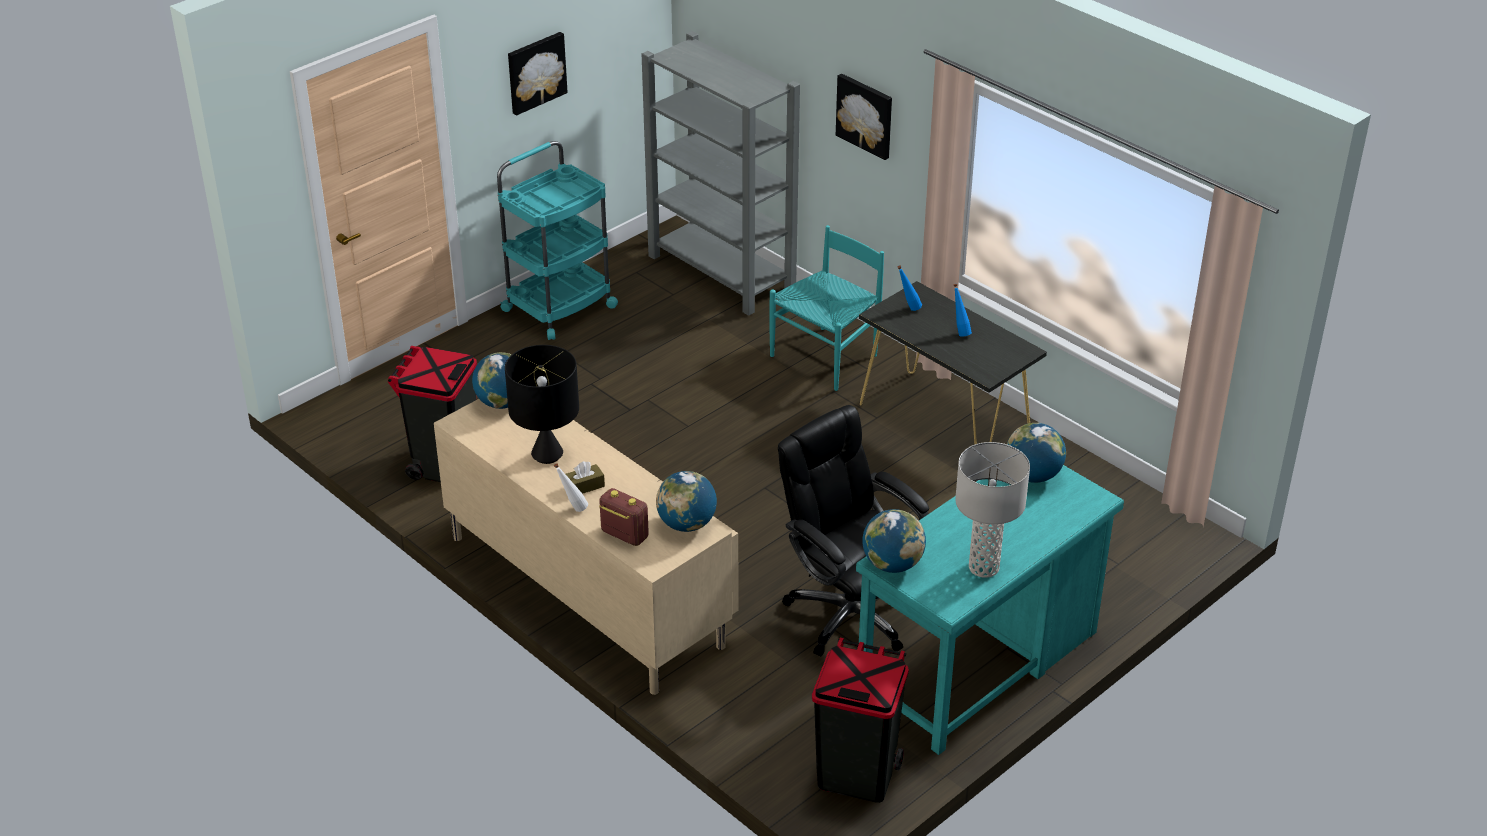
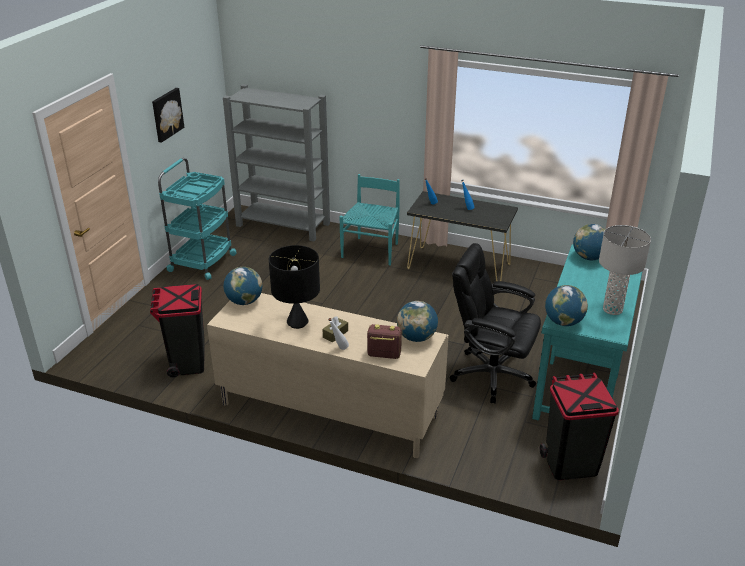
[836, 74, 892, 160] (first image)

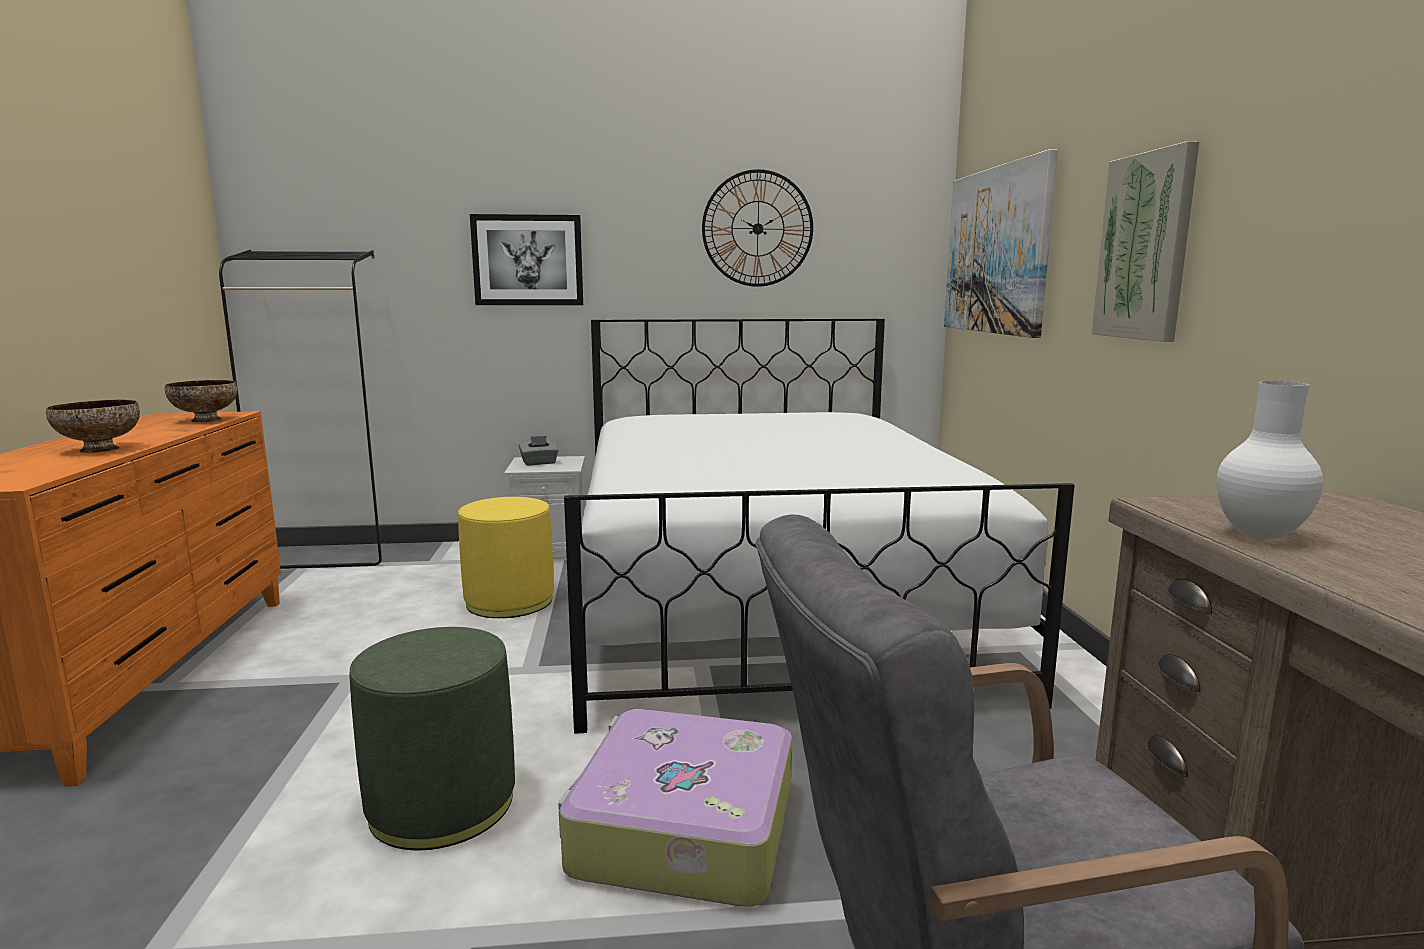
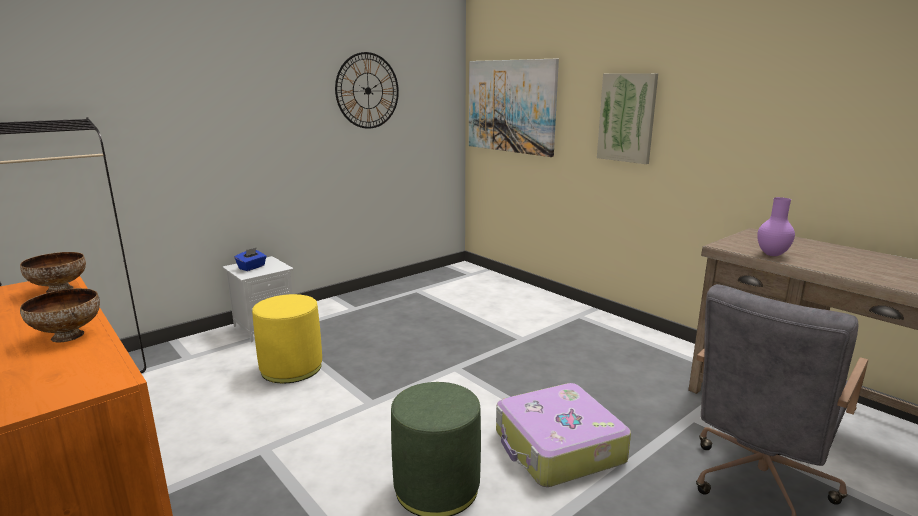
[470, 214, 583, 305] (first image)
[564, 319, 1075, 734] (first image)
[235, 247, 267, 271]
[757, 197, 795, 256]

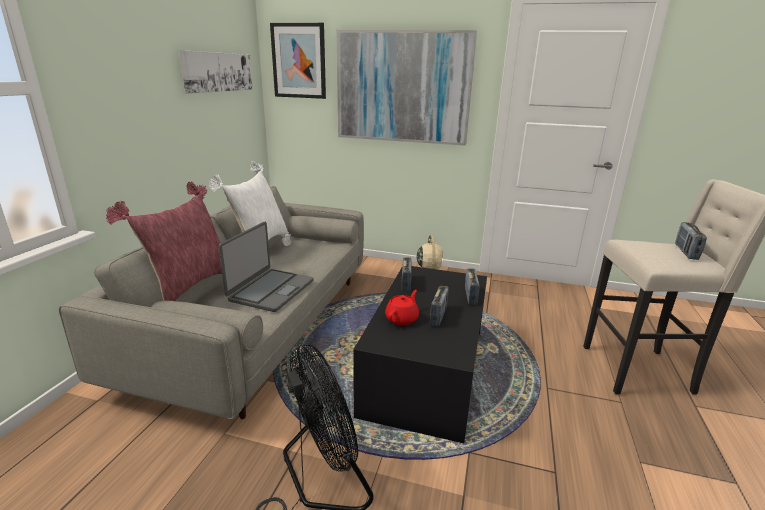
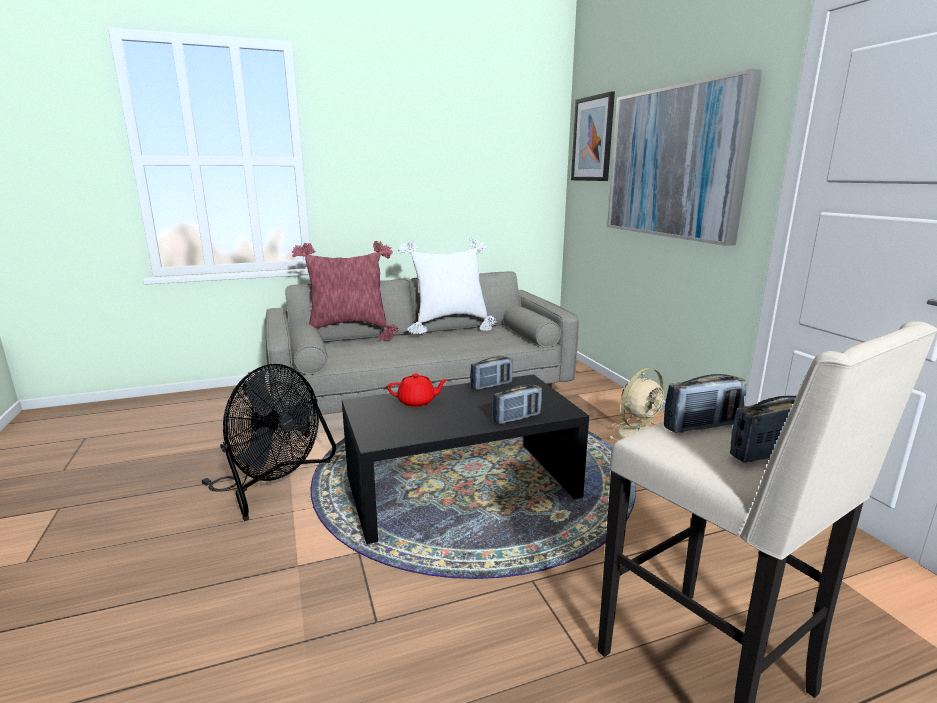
[179, 50, 252, 94] (first image)
[219, 222, 314, 312] (first image)
[664, 374, 747, 433]

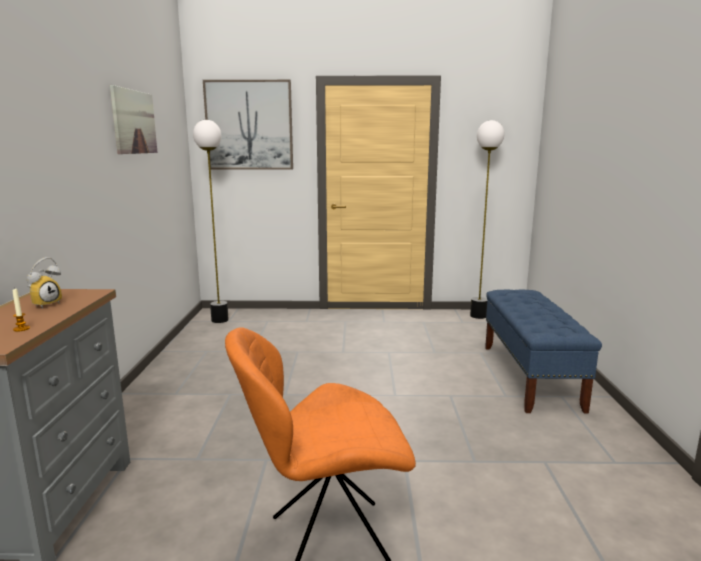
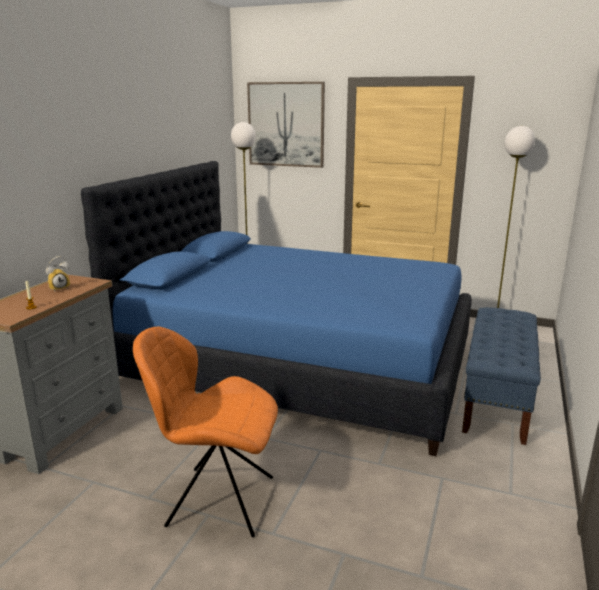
[110, 85, 158, 154] (first image)
[81, 161, 472, 456]

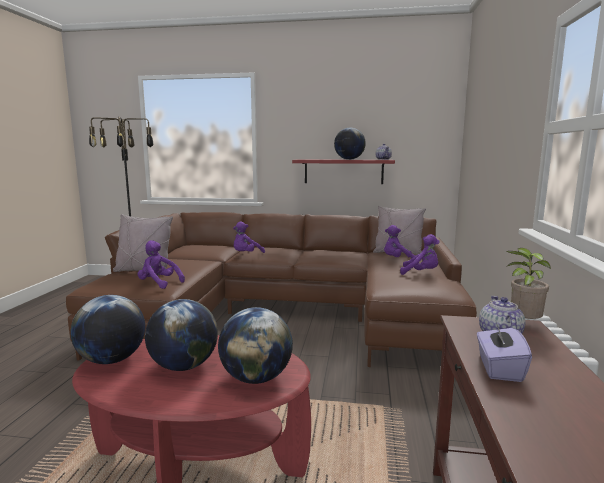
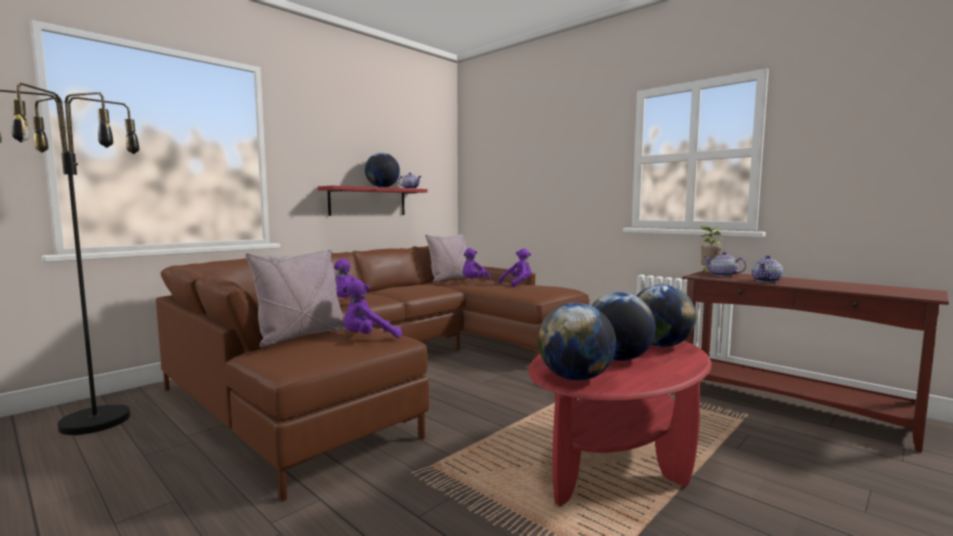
[752, 255, 783, 283]

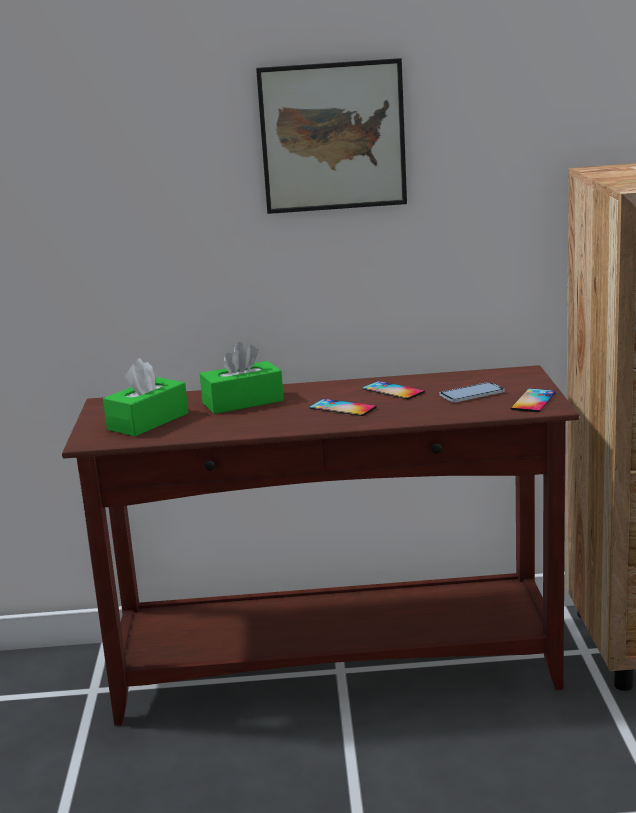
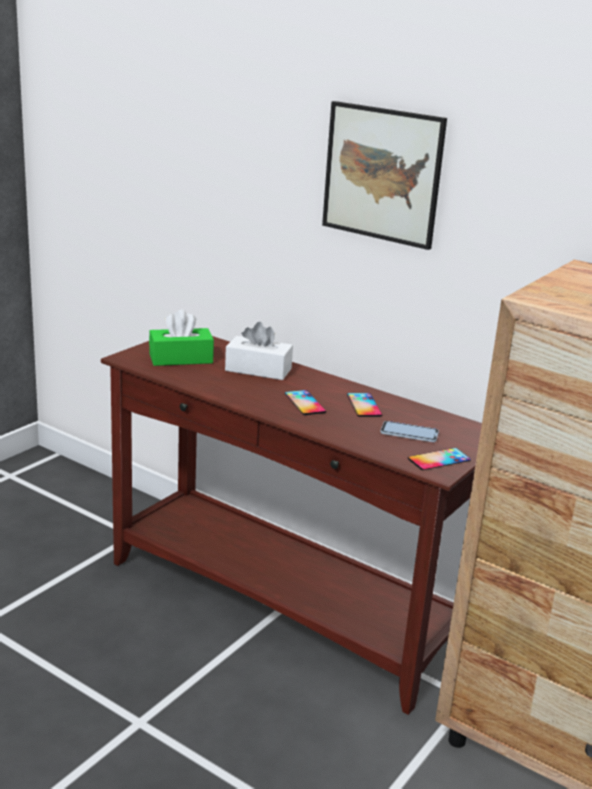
[225, 322, 293, 380]

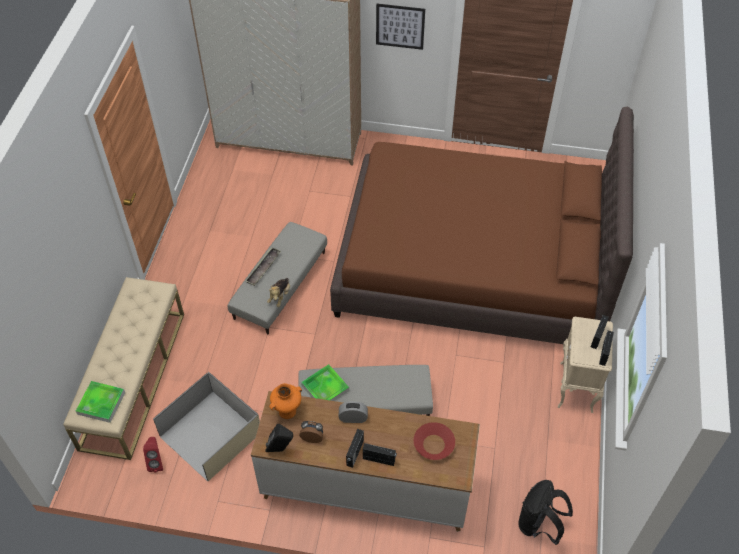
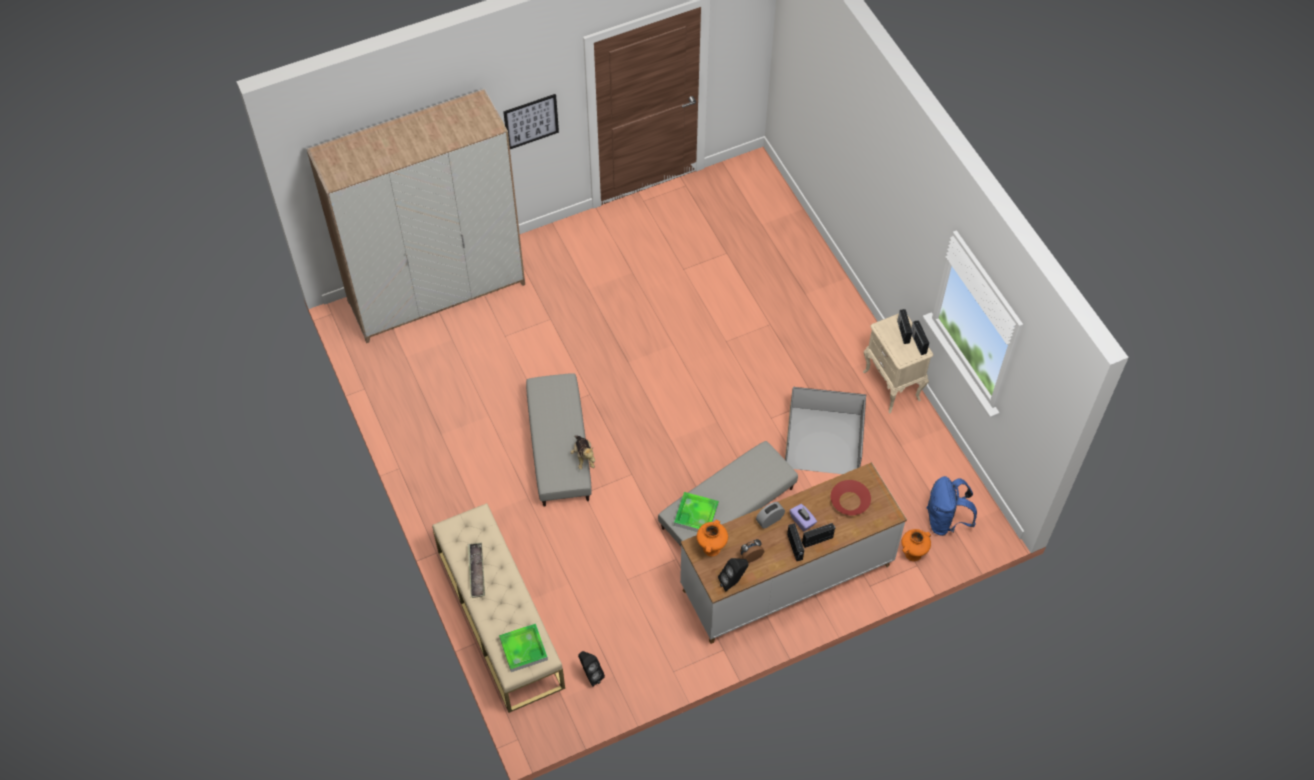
[330, 107, 634, 344] (first image)
[790, 504, 817, 532]
[902, 529, 931, 561]
[785, 387, 866, 474]
[468, 542, 485, 598]
[578, 651, 605, 687]
[927, 476, 977, 536]

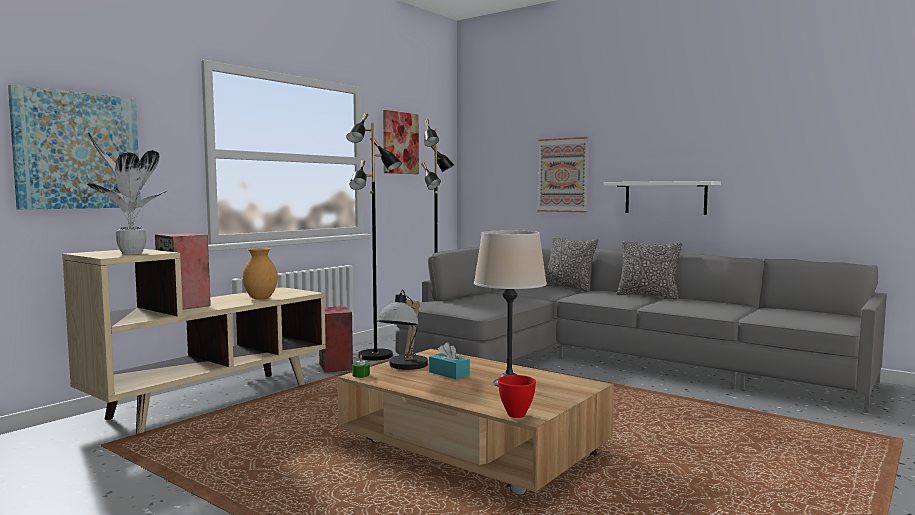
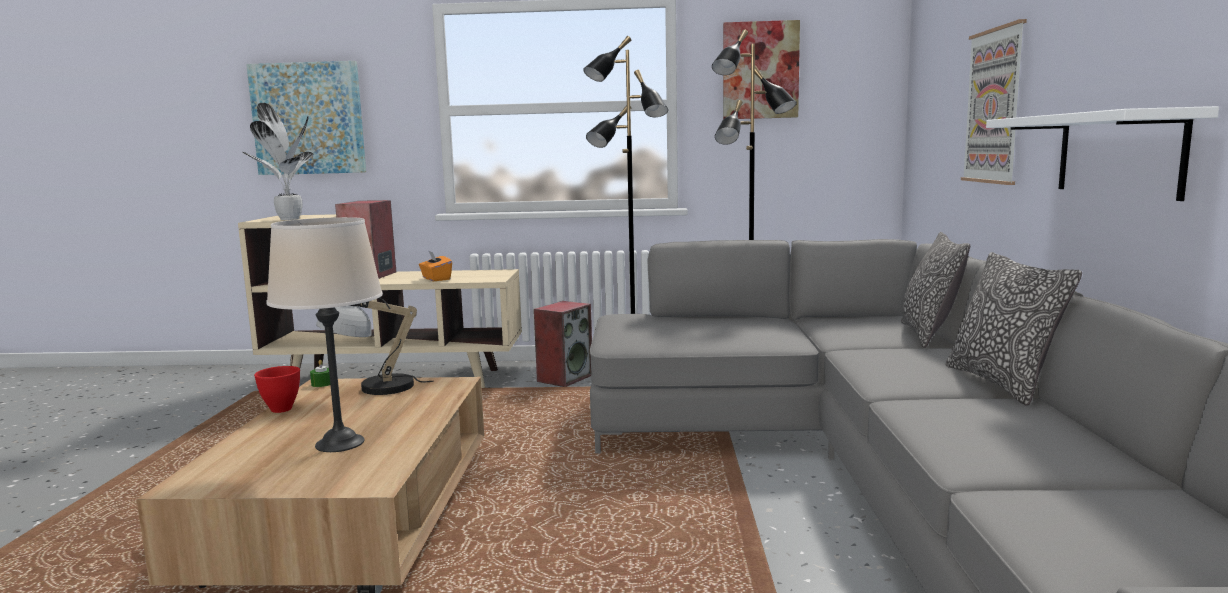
[429, 342, 470, 379] (first image)
[254, 366, 300, 413]
[419, 250, 452, 281]

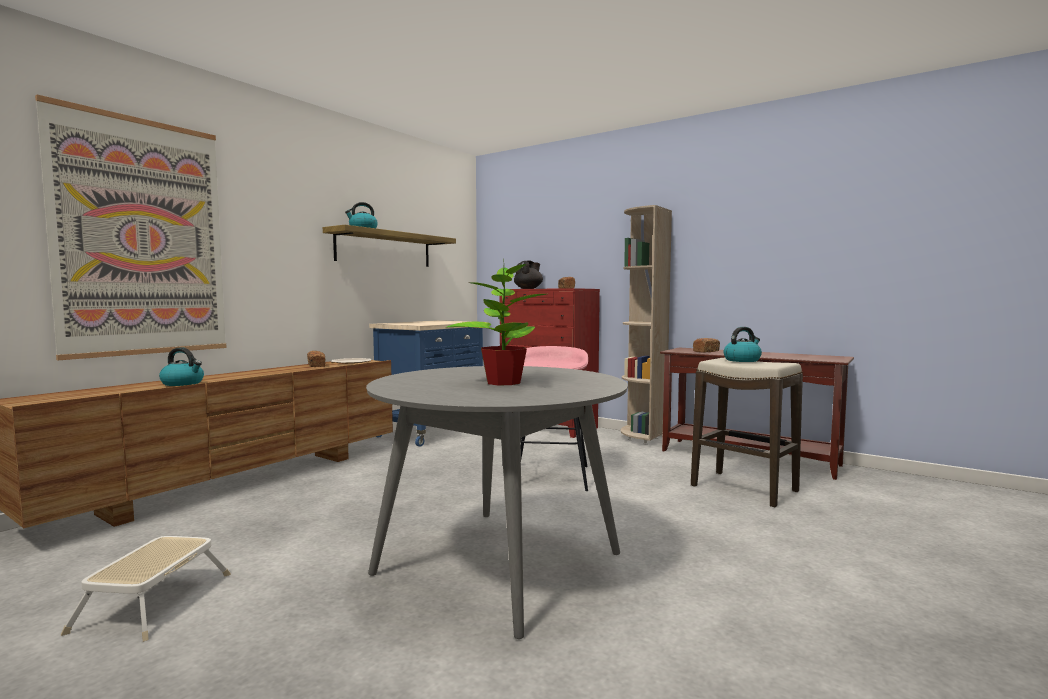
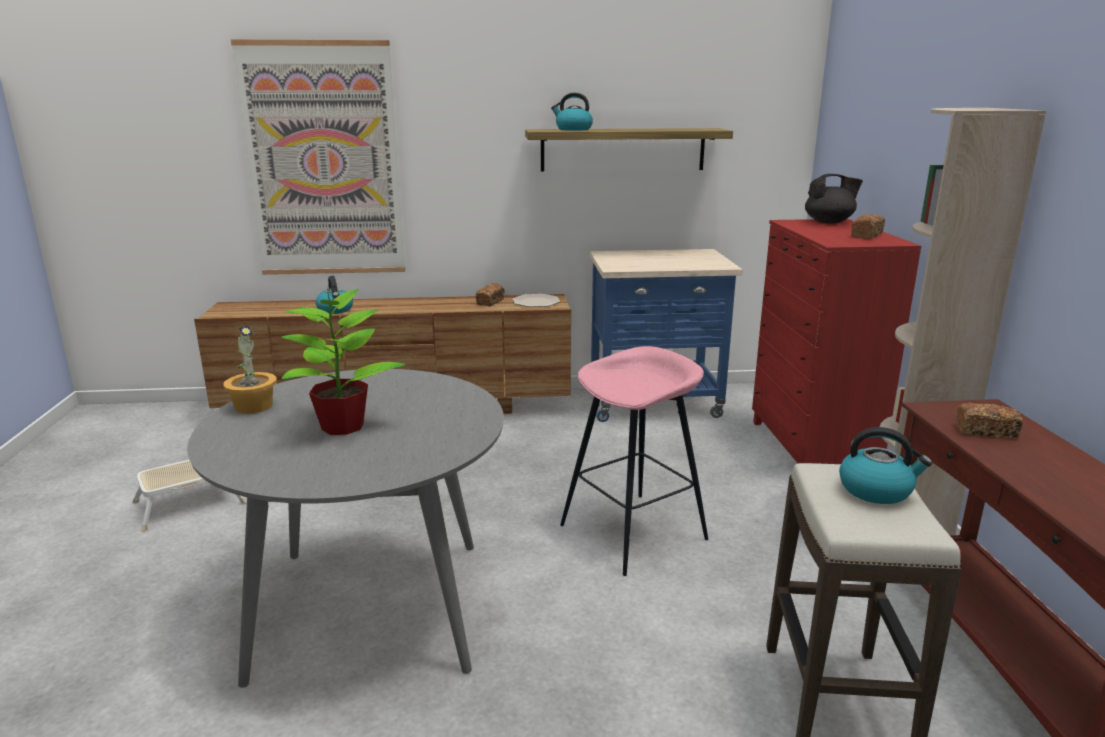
[223, 326, 277, 414]

